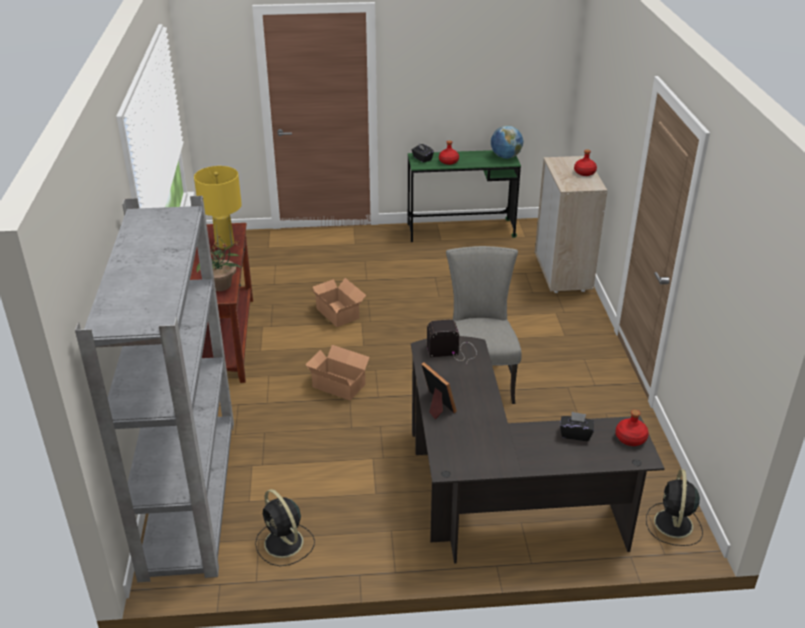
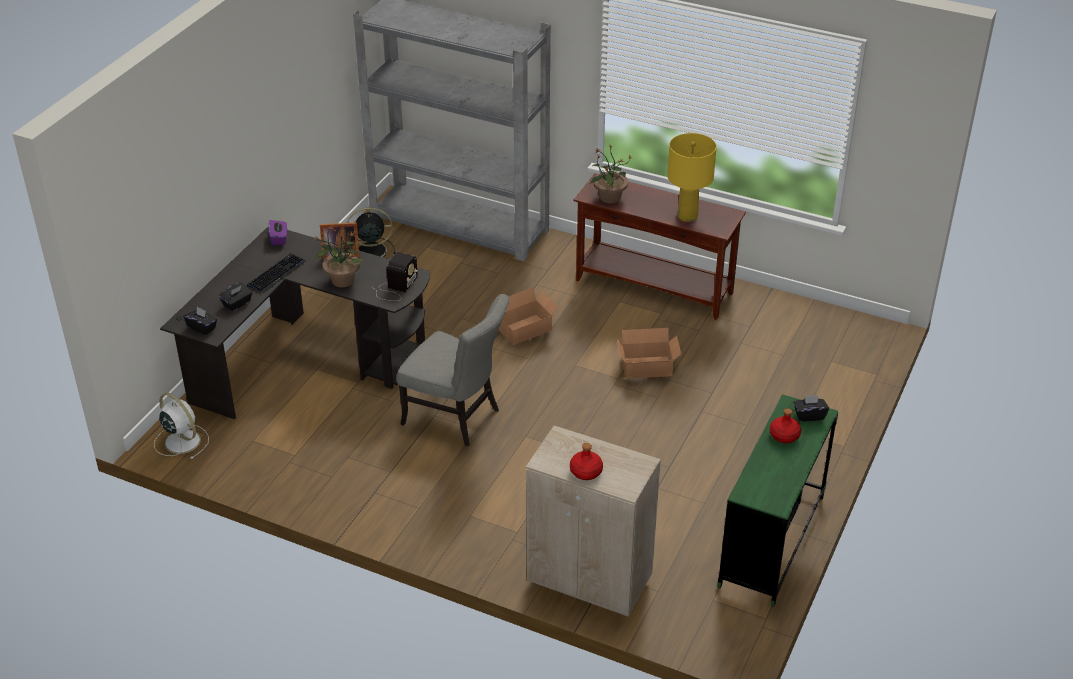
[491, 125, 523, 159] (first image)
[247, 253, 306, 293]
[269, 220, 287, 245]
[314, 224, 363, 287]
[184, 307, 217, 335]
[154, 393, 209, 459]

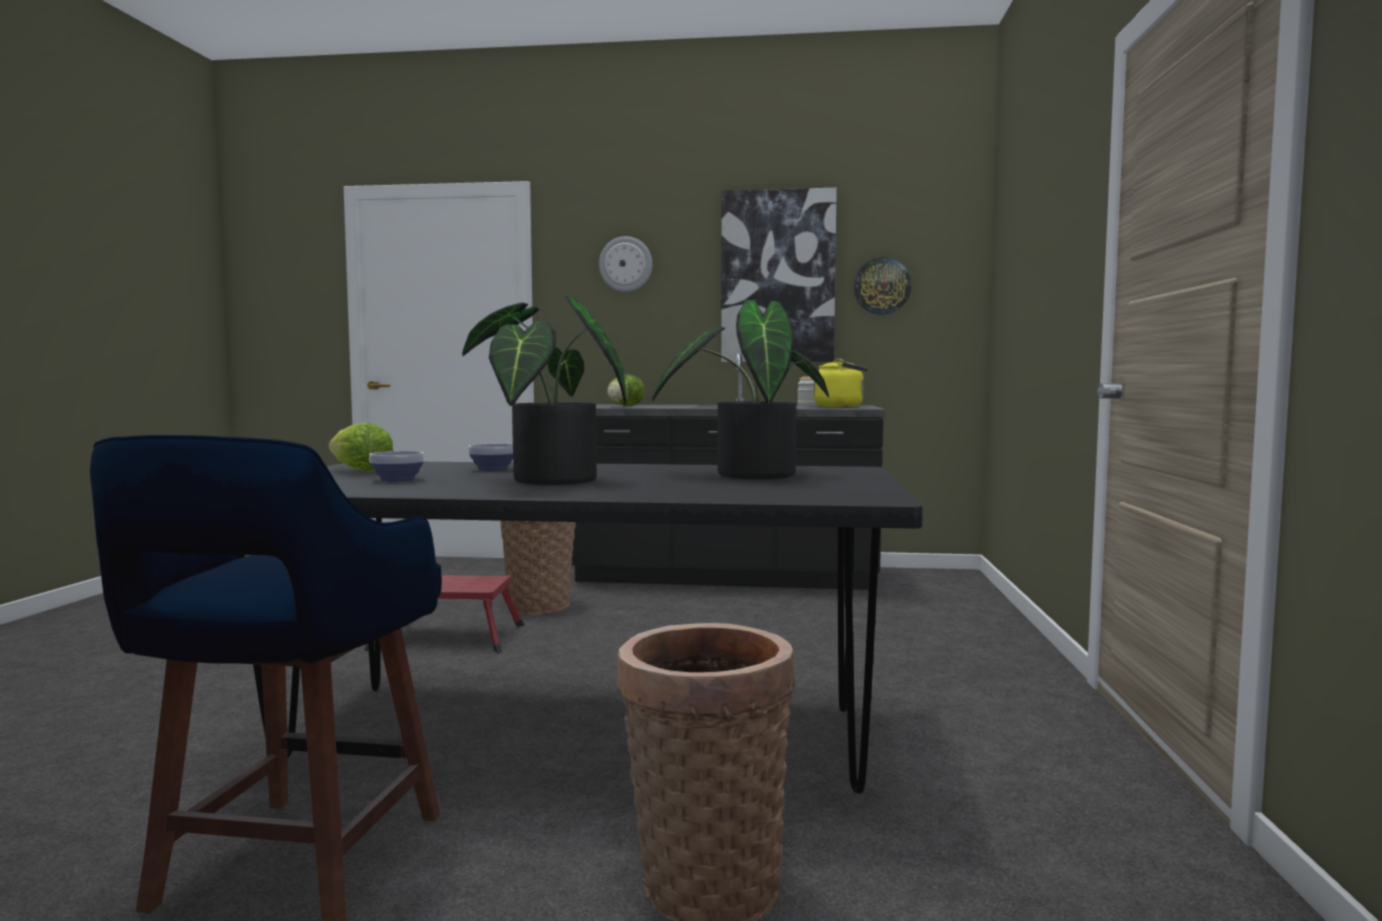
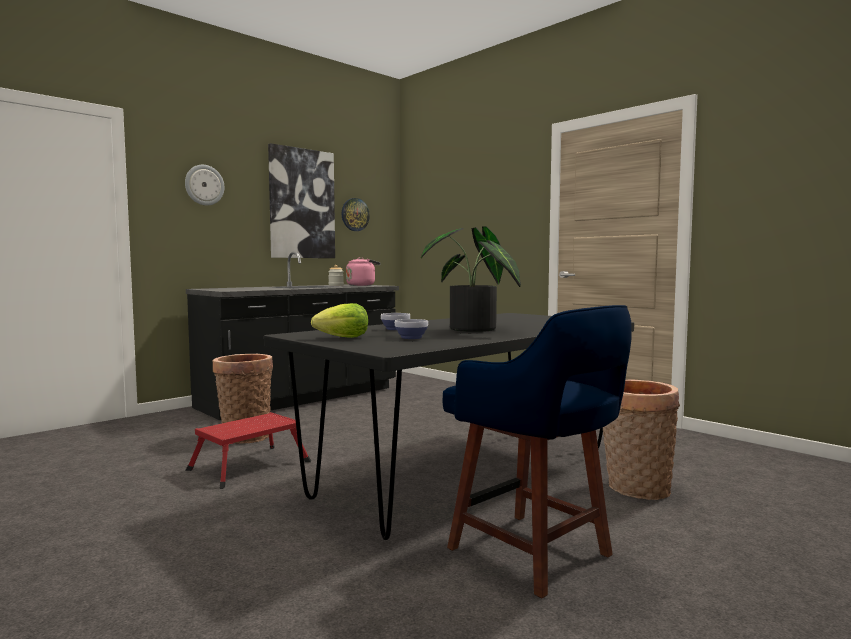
[607, 374, 645, 406] (first image)
[652, 300, 829, 480] (first image)
[346, 257, 380, 286]

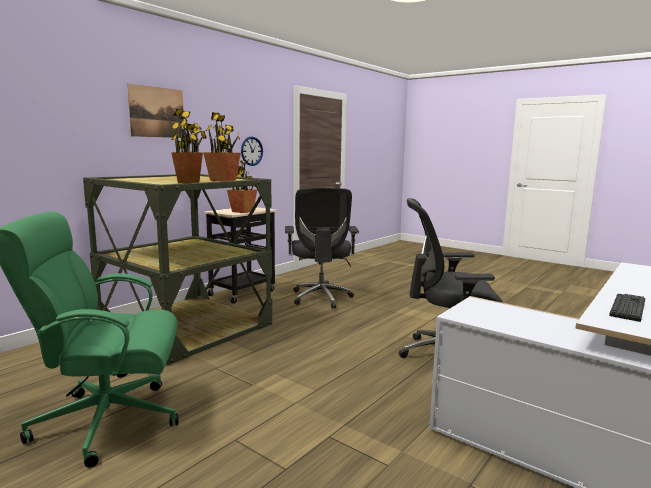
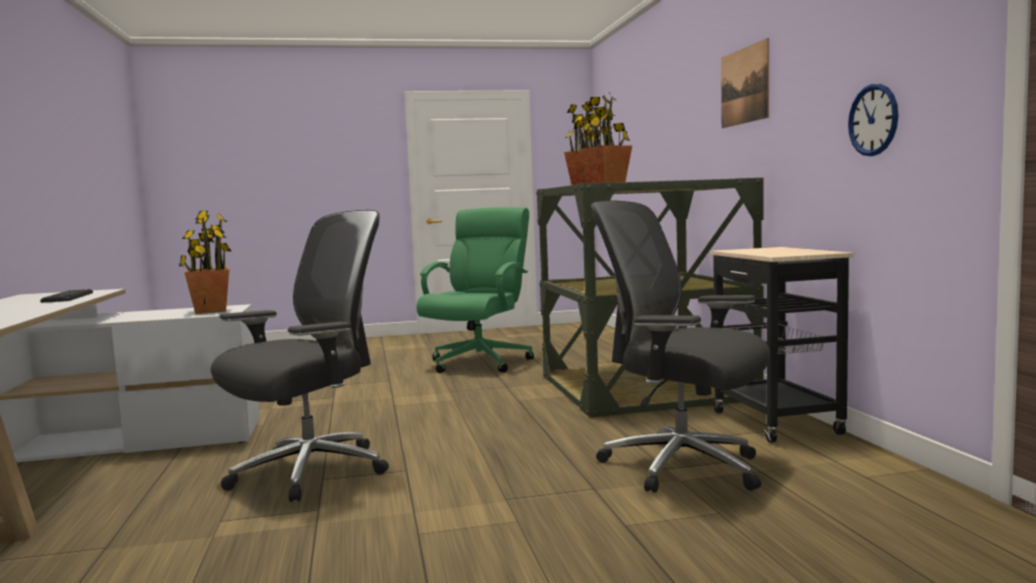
[179, 211, 231, 314]

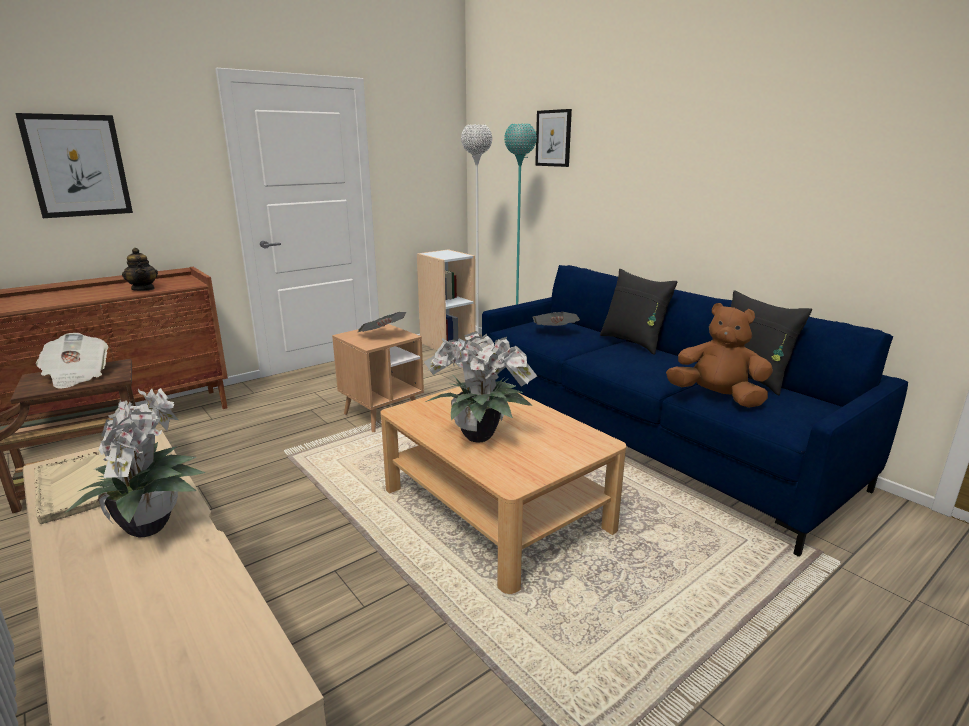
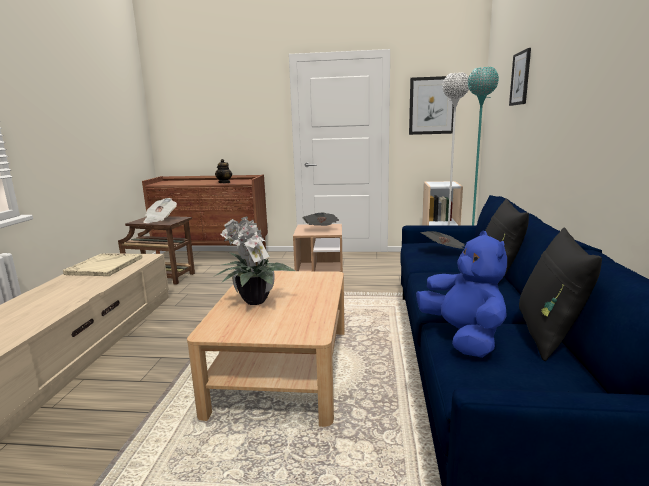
[65, 388, 205, 537] (first image)
[409, 76, 454, 135]
[416, 231, 507, 358]

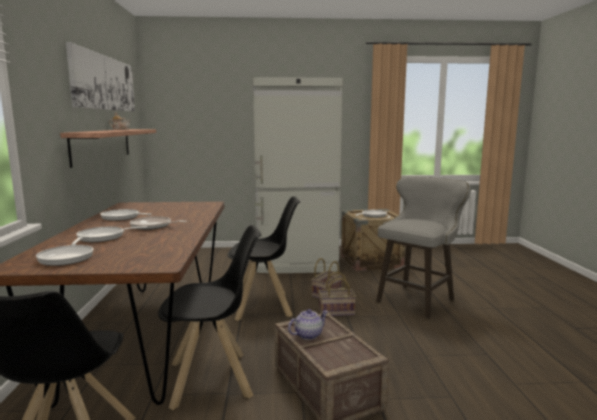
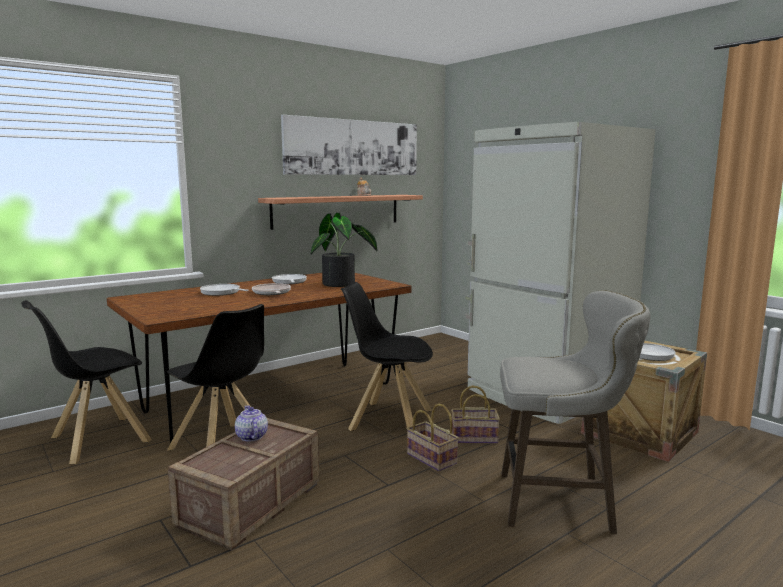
[36, 237, 93, 266] (first image)
[311, 213, 377, 287]
[341, 282, 433, 431]
[235, 406, 268, 442]

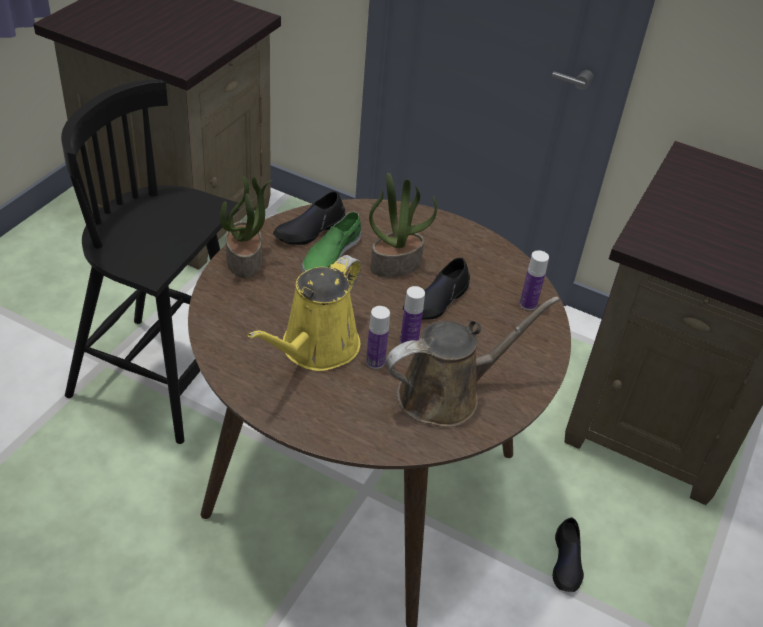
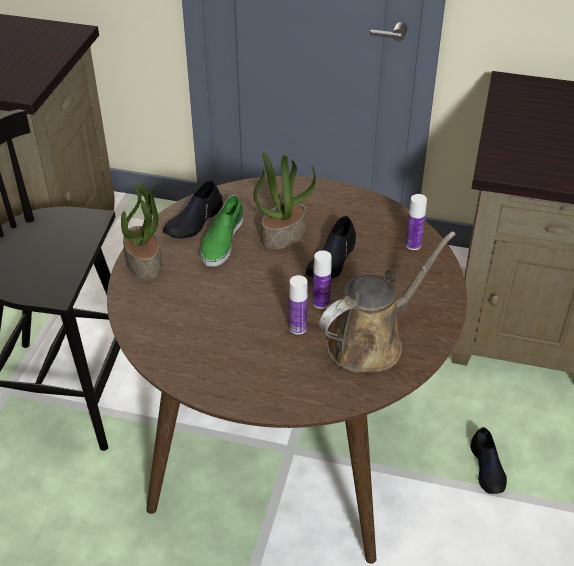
[248, 255, 361, 371] (first image)

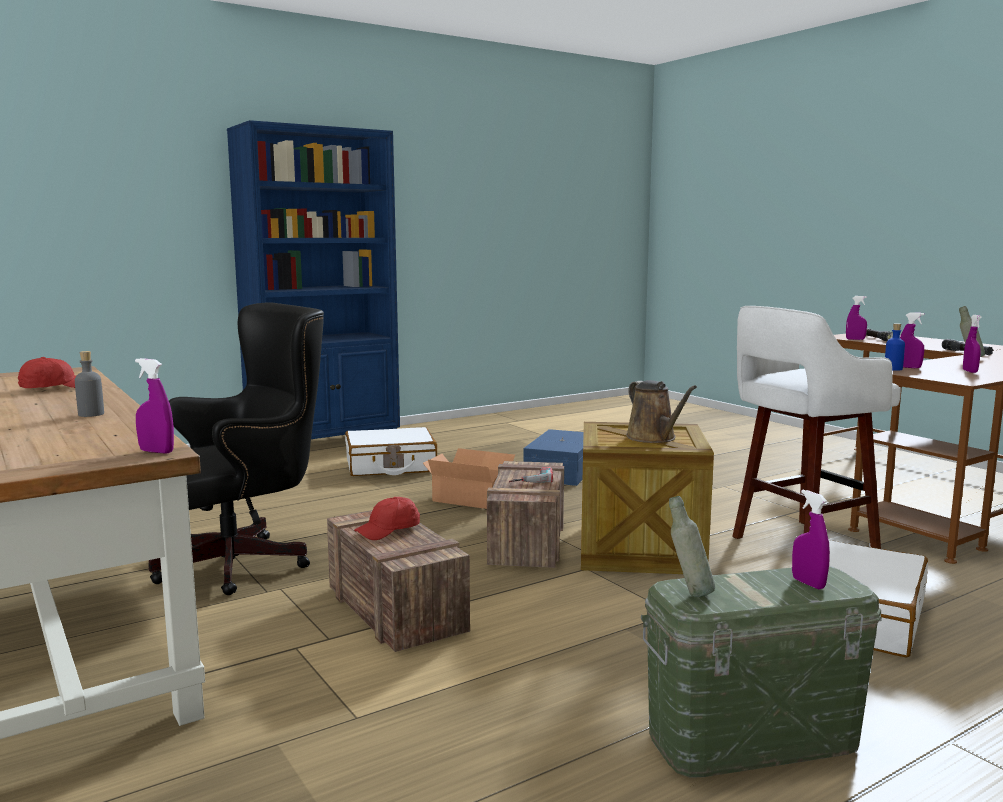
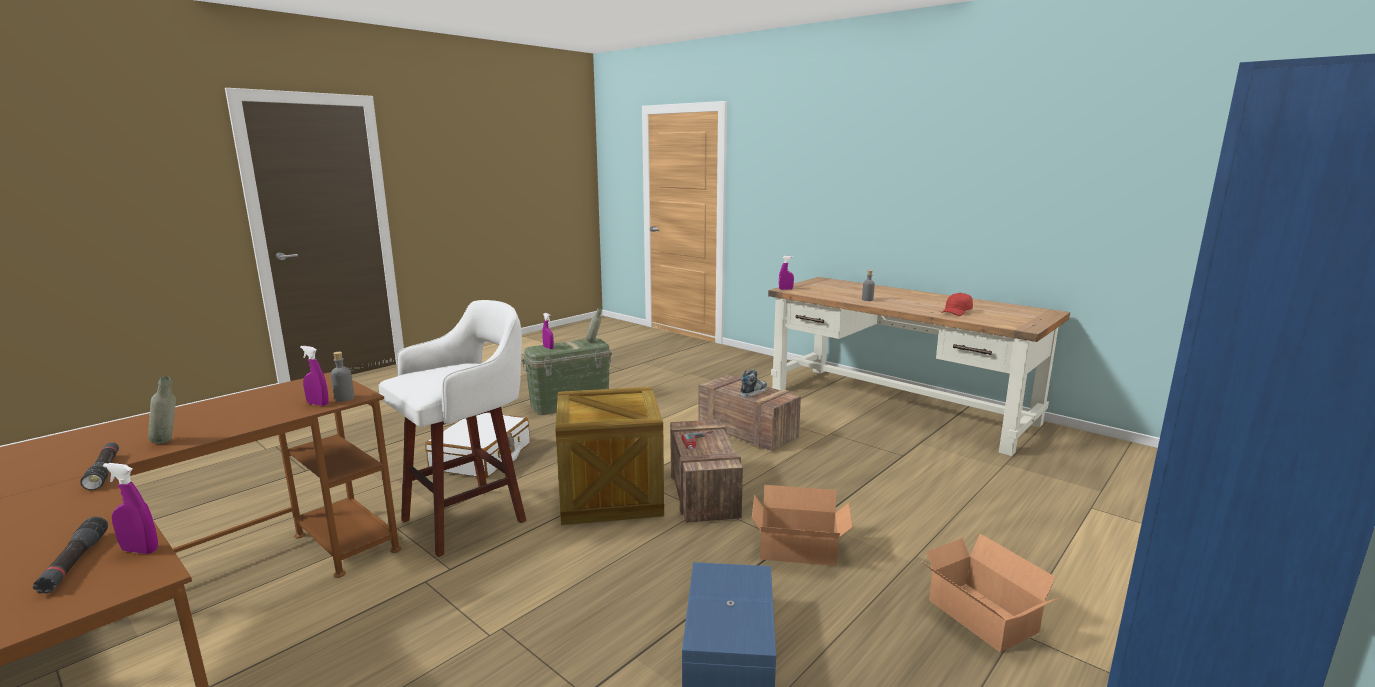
[149, 302, 324, 595] (first image)
[626, 380, 697, 443] (first image)
[963, 315, 982, 373] (first image)
[921, 534, 1060, 652]
[740, 369, 767, 397]
[331, 352, 354, 402]

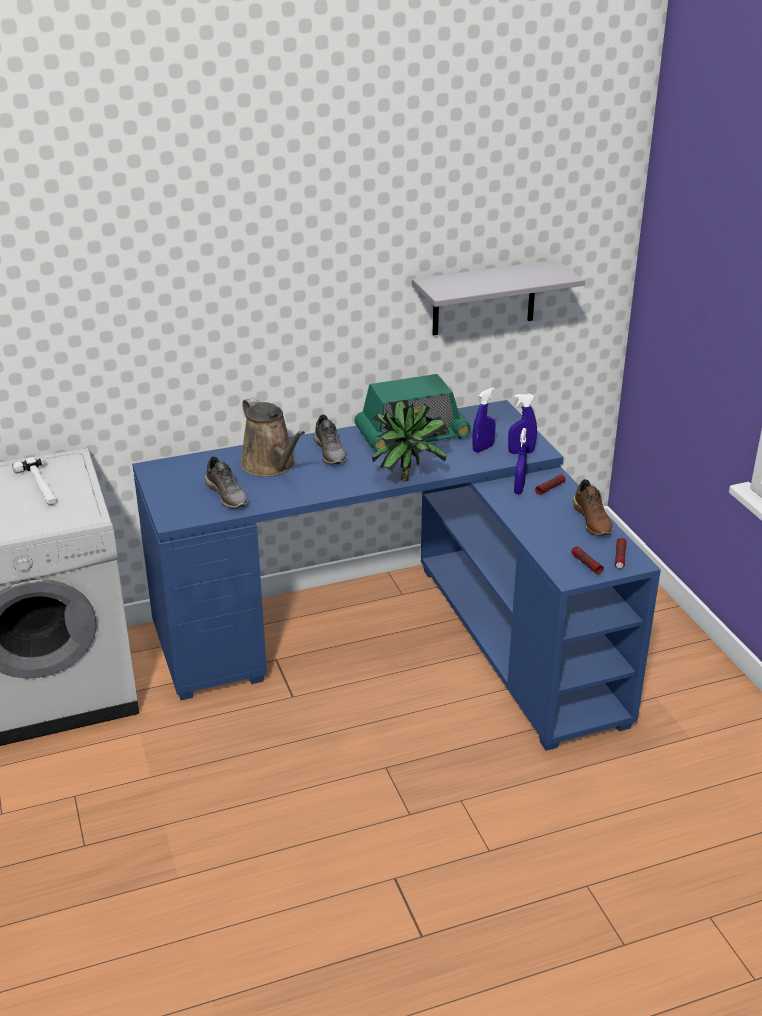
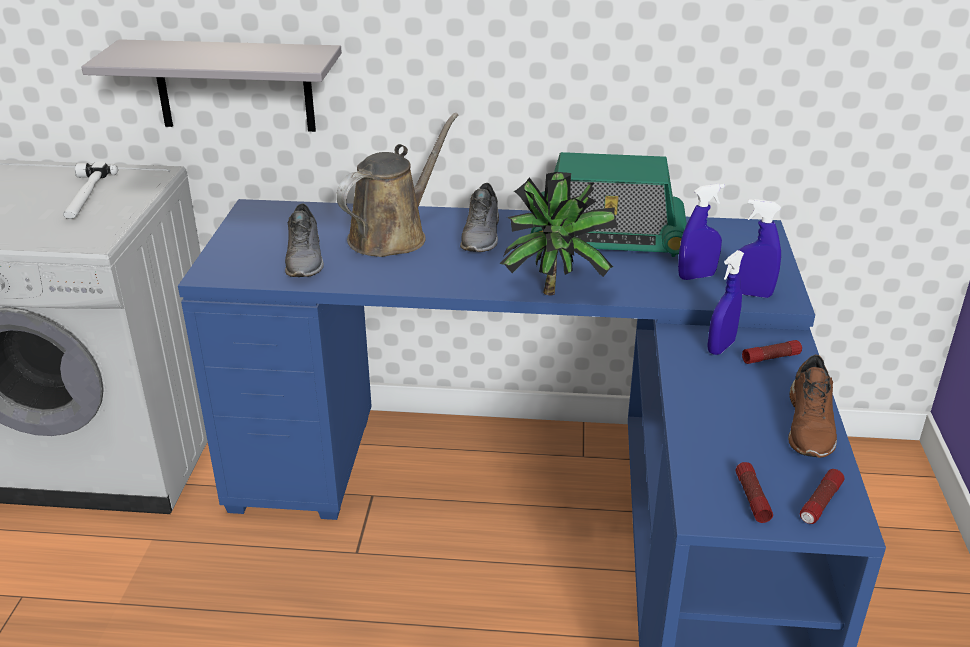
[81, 39, 342, 132]
[336, 113, 459, 257]

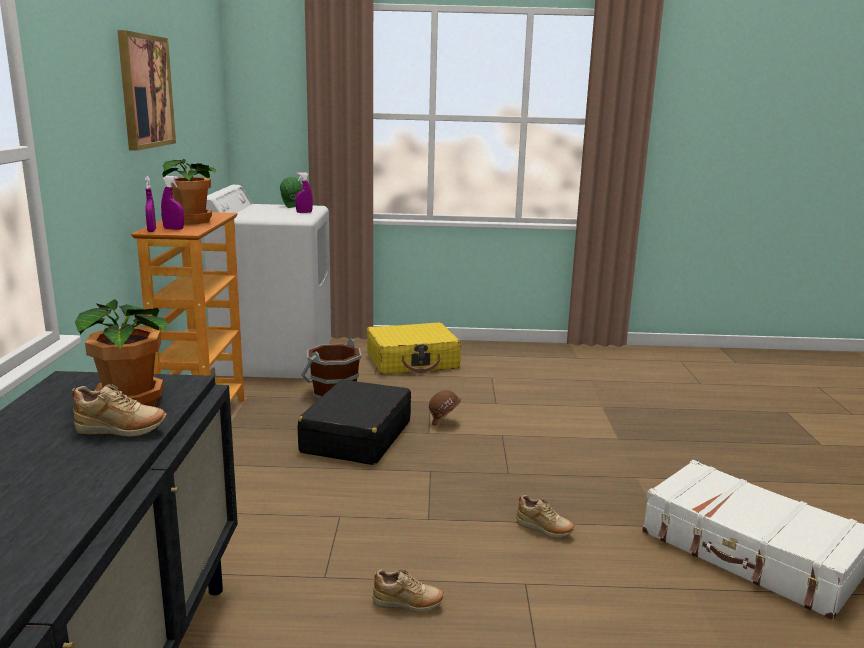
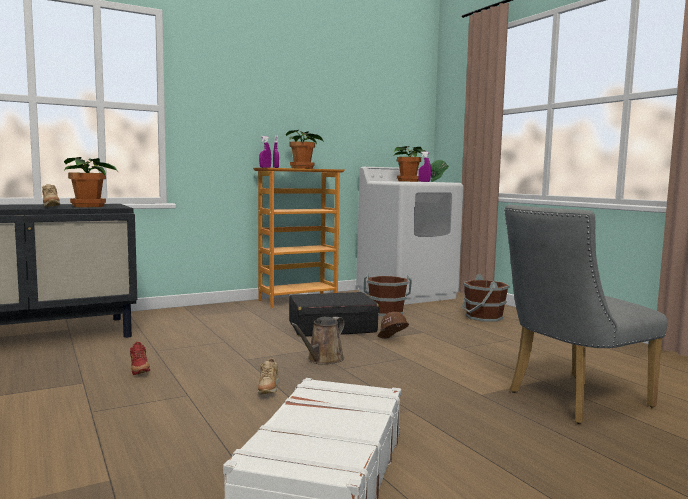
[118, 30, 176, 151] (first image)
[290, 317, 344, 365]
[394, 146, 426, 182]
[504, 204, 668, 424]
[462, 274, 510, 322]
[130, 342, 150, 375]

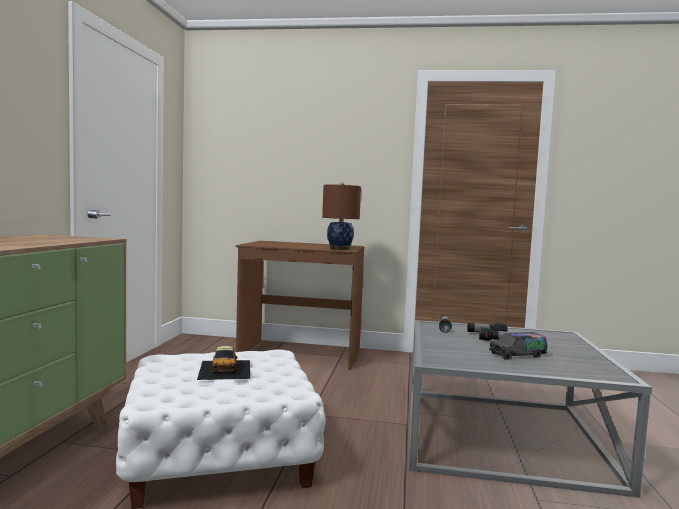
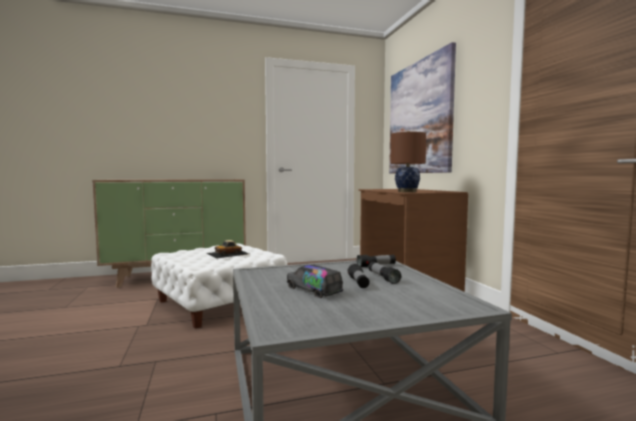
[389, 42, 456, 174]

